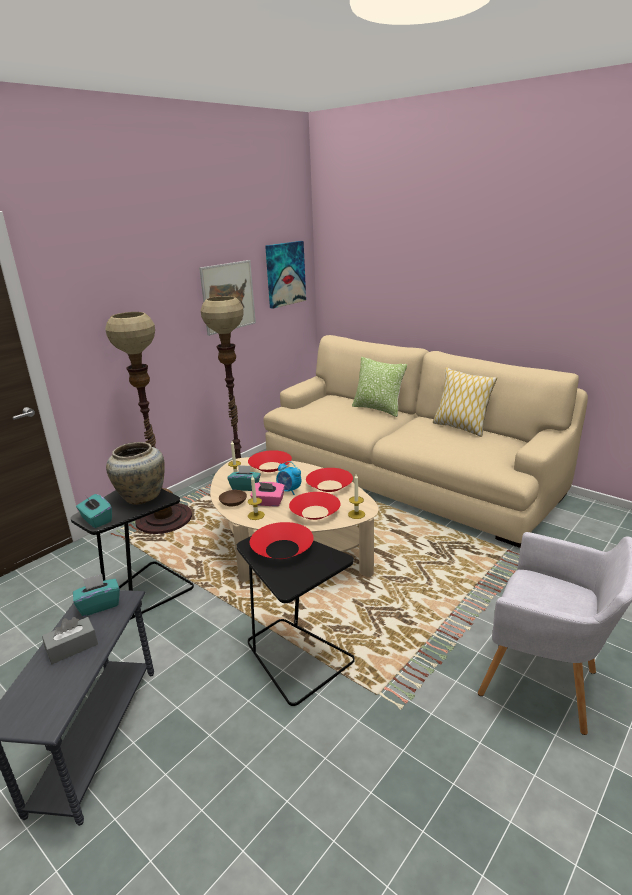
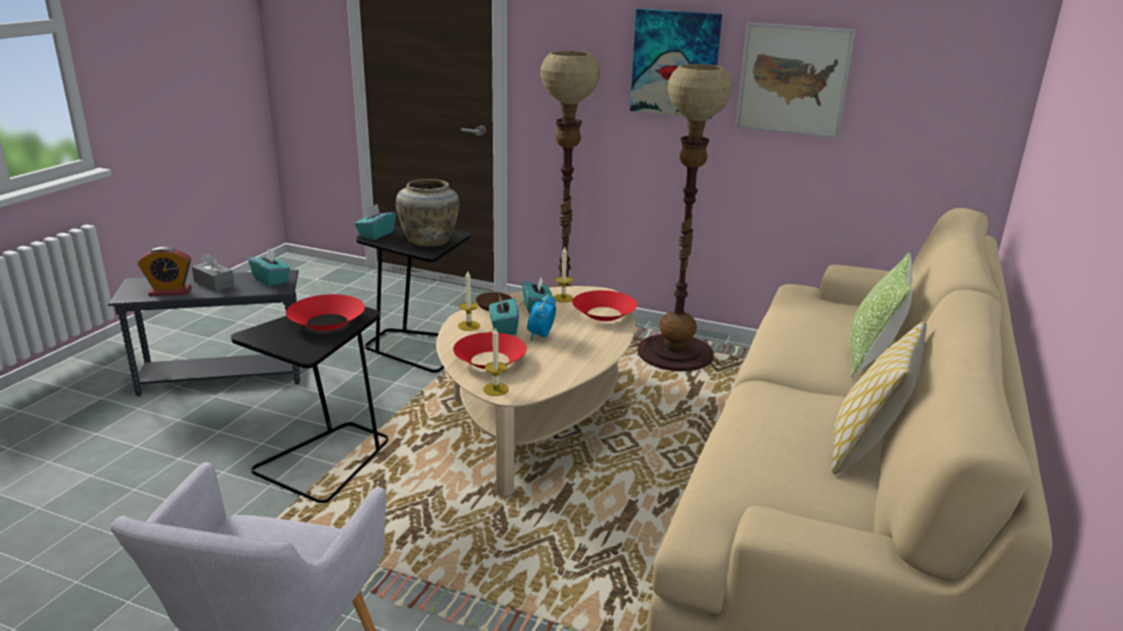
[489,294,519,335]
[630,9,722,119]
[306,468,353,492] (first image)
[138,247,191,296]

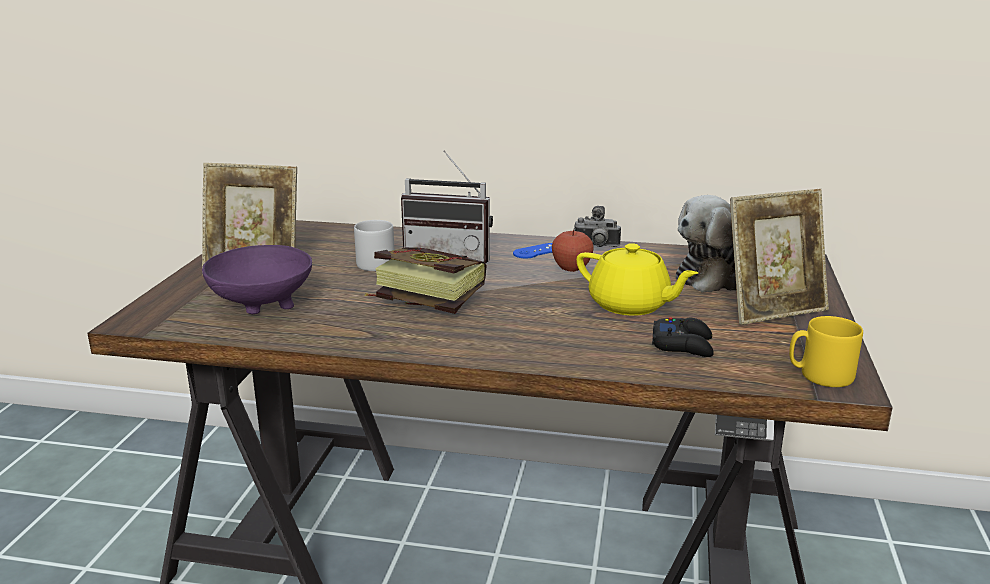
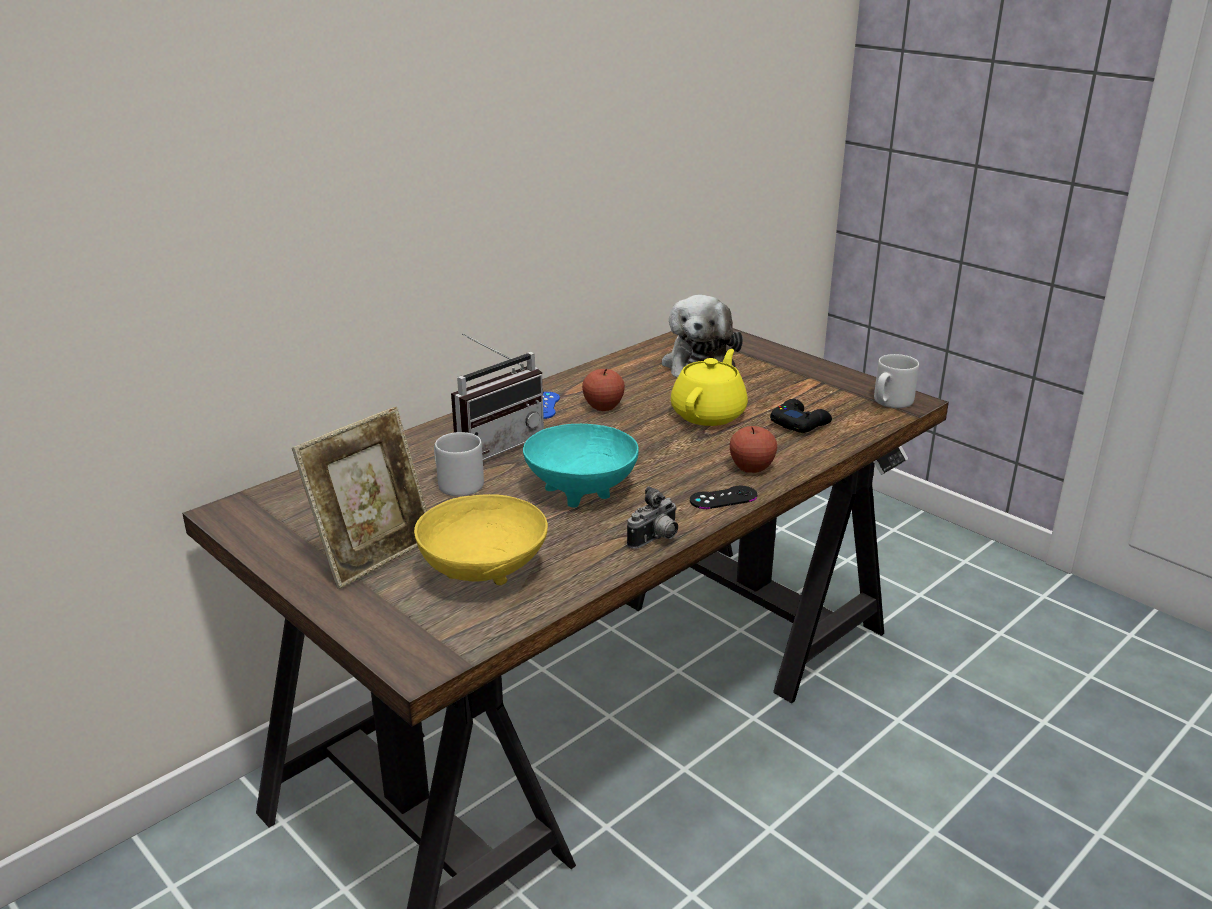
[414,494,548,585]
[523,424,639,508]
[627,486,678,549]
[671,349,748,426]
[730,189,829,325] (first image)
[874,354,919,408]
[690,486,757,509]
[730,426,777,473]

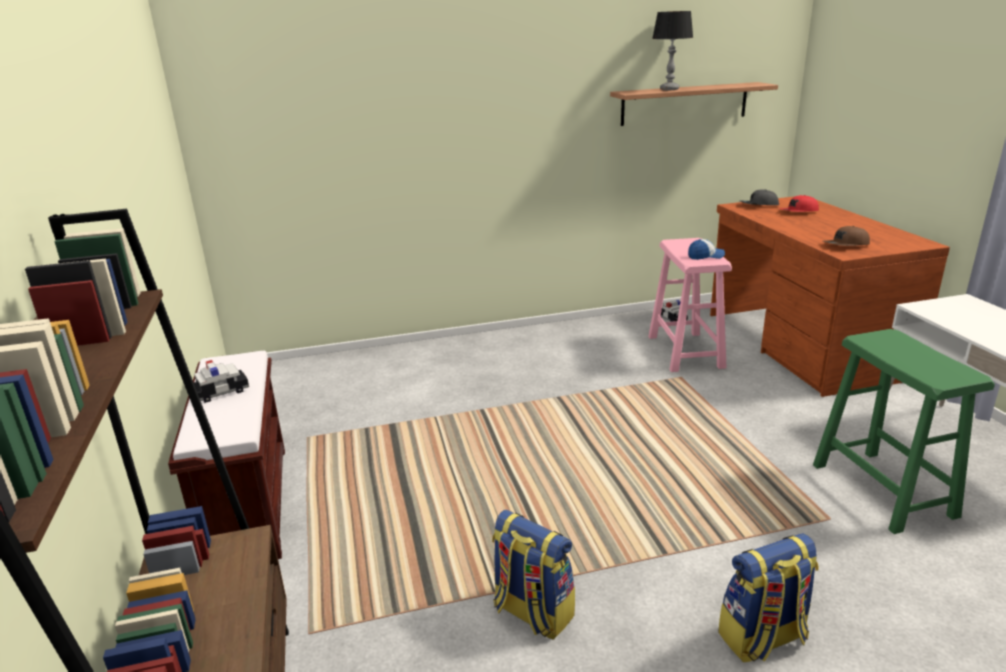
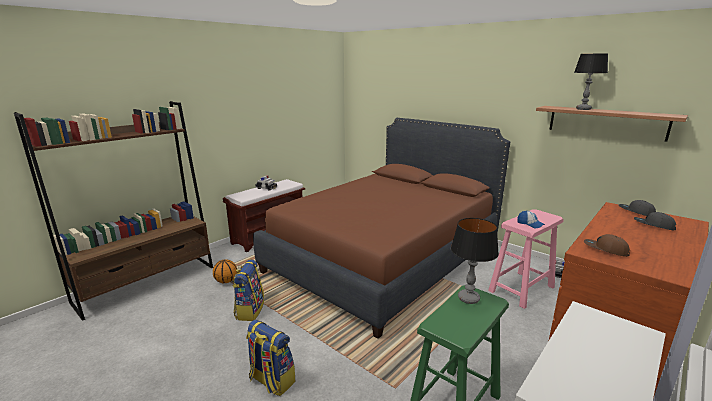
[634,212,676,230]
[213,259,237,283]
[253,118,510,339]
[451,218,499,304]

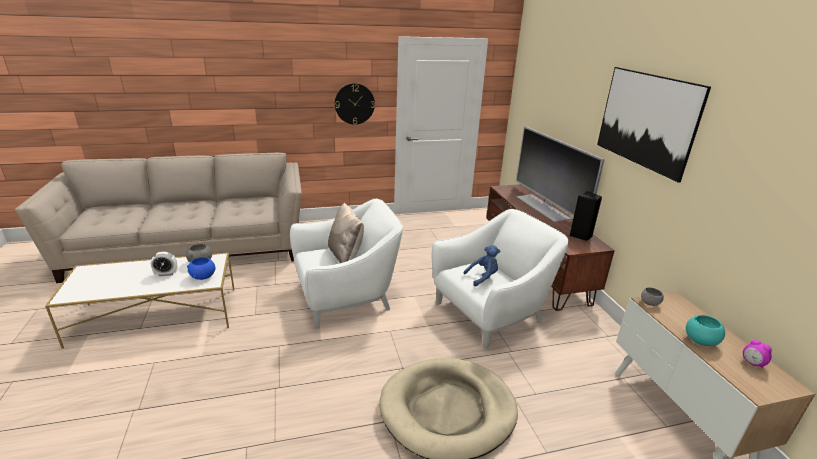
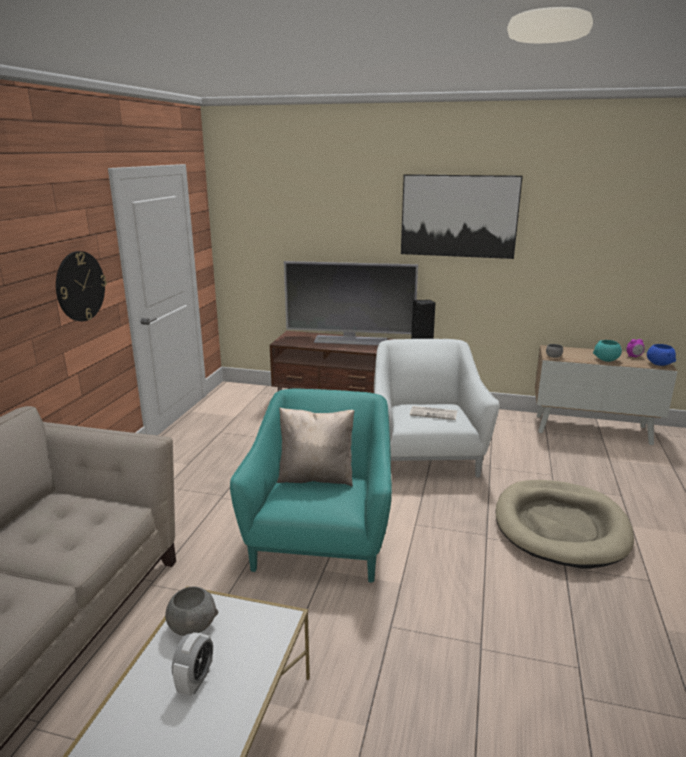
[647,344,676,366]
[230,389,392,582]
[410,406,457,420]

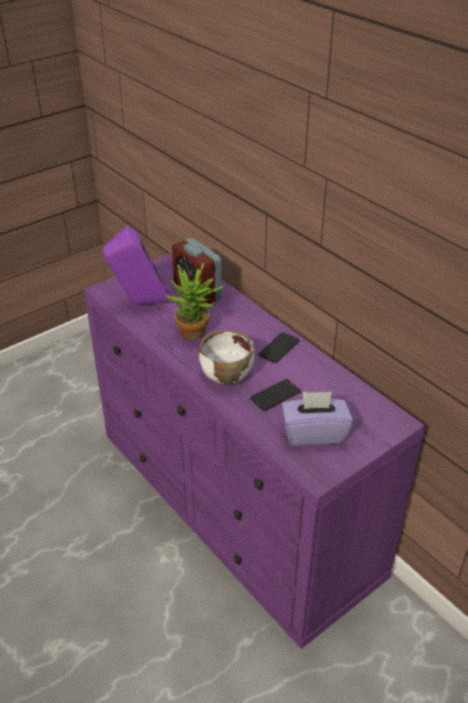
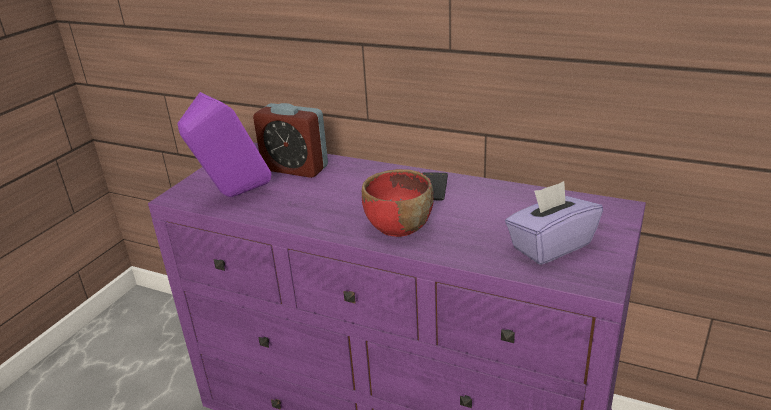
[165,263,225,340] (first image)
[362,169,434,237]
[250,379,301,411] (first image)

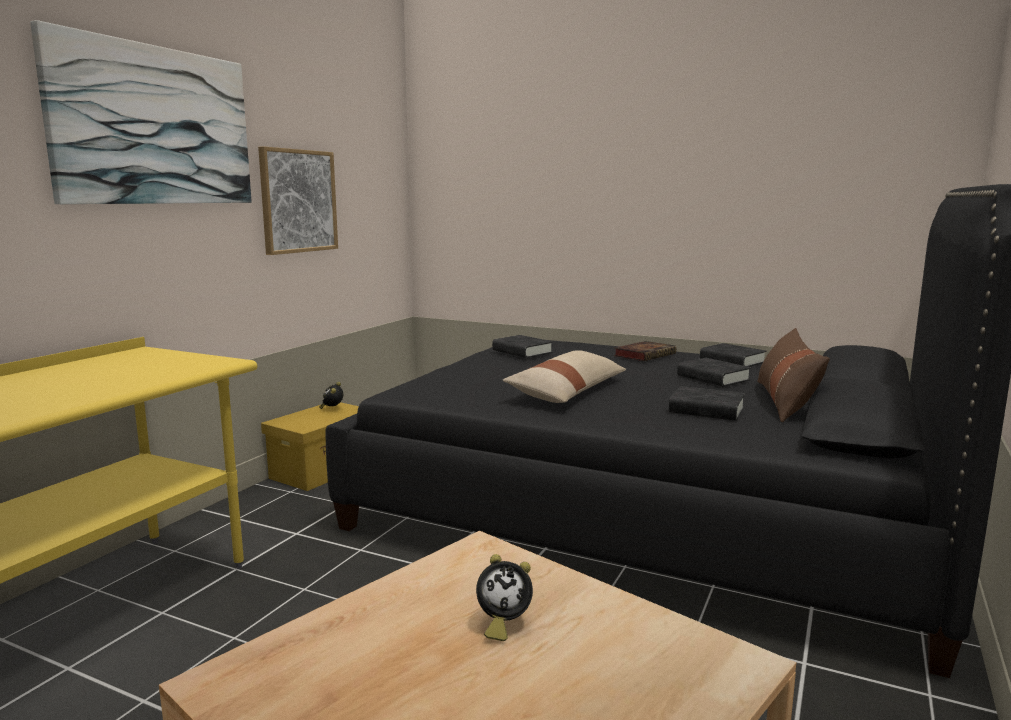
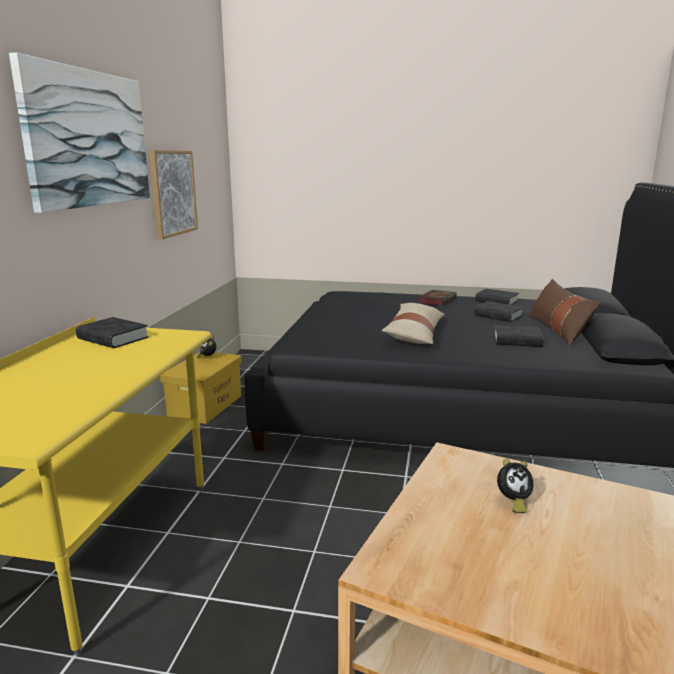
[76,317,149,348]

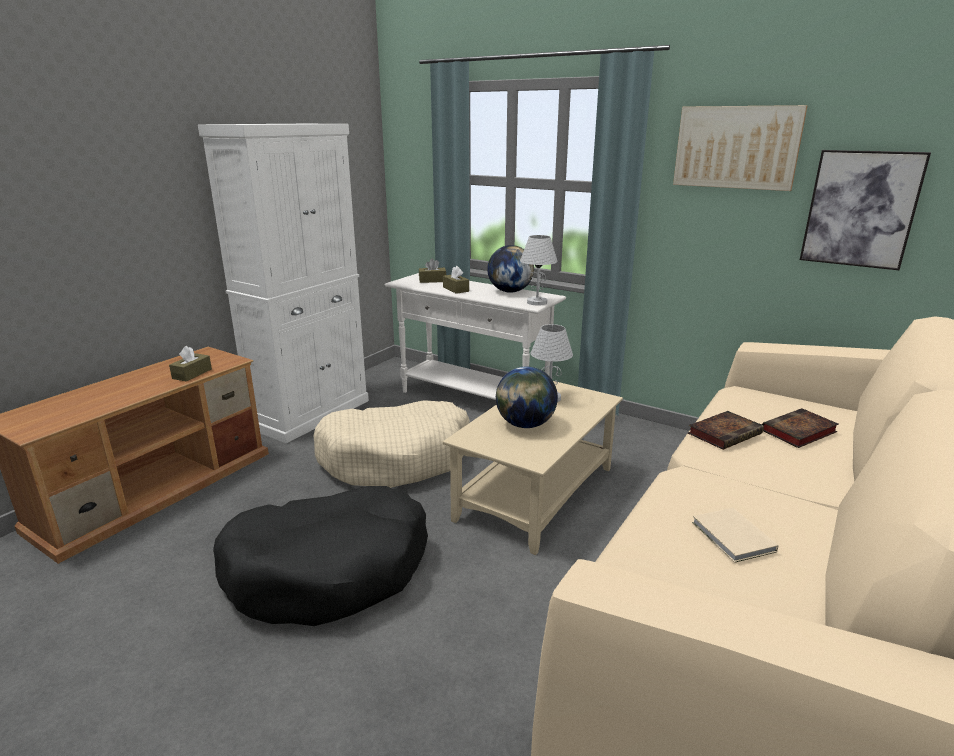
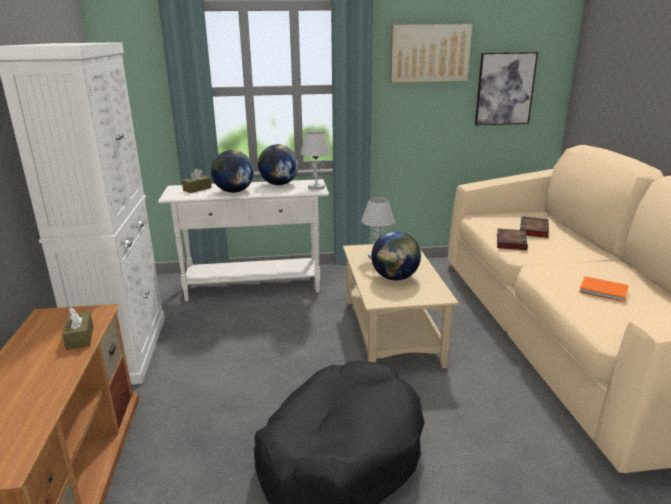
[313,400,470,488] (first image)
[211,150,254,193]
[579,276,629,302]

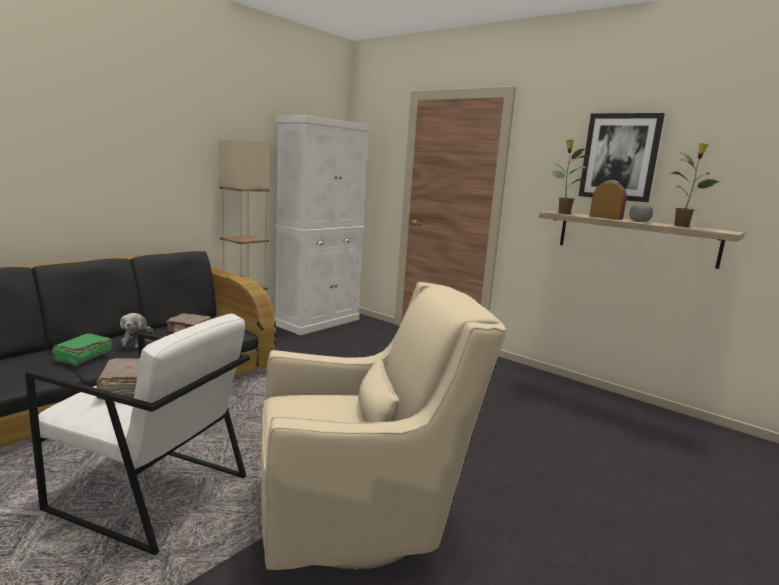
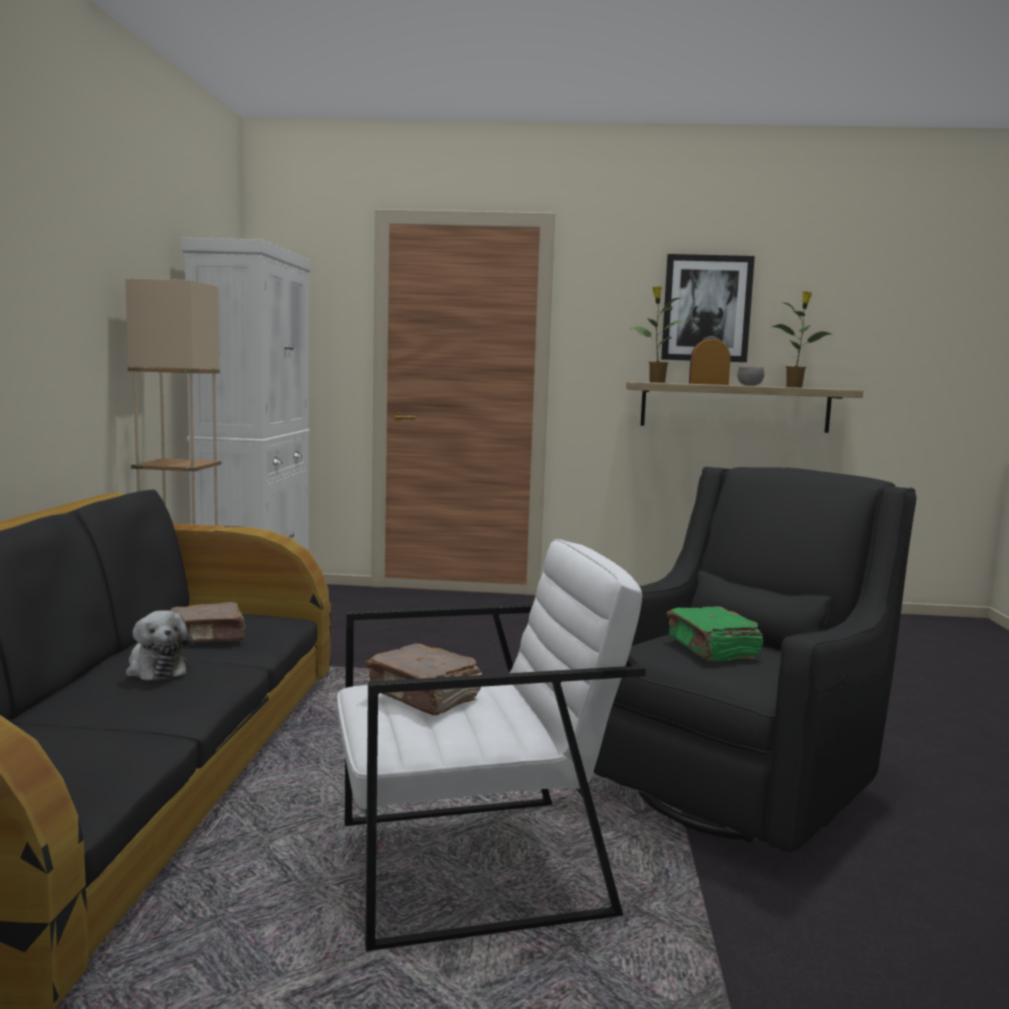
[666,606,763,663]
[594,467,916,853]

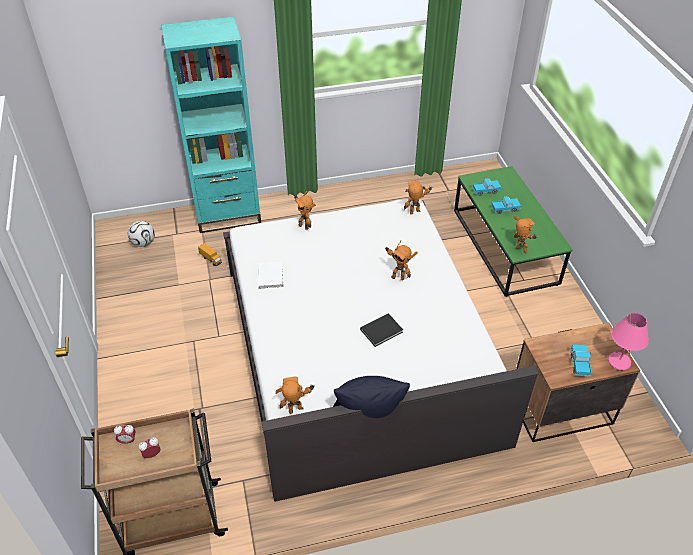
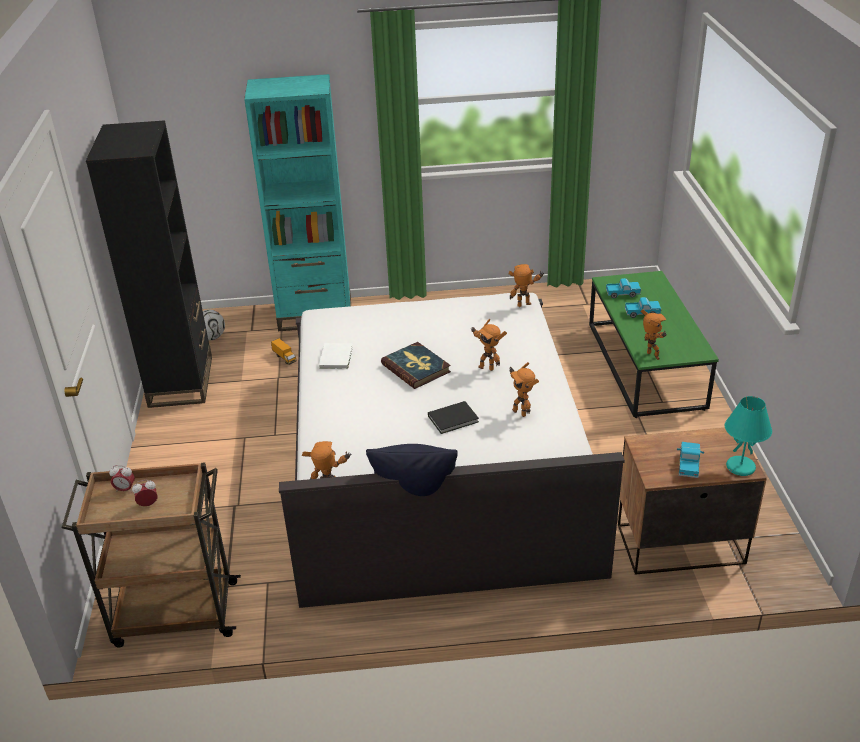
[509,362,539,417]
[725,396,772,476]
[86,120,212,408]
[381,342,451,389]

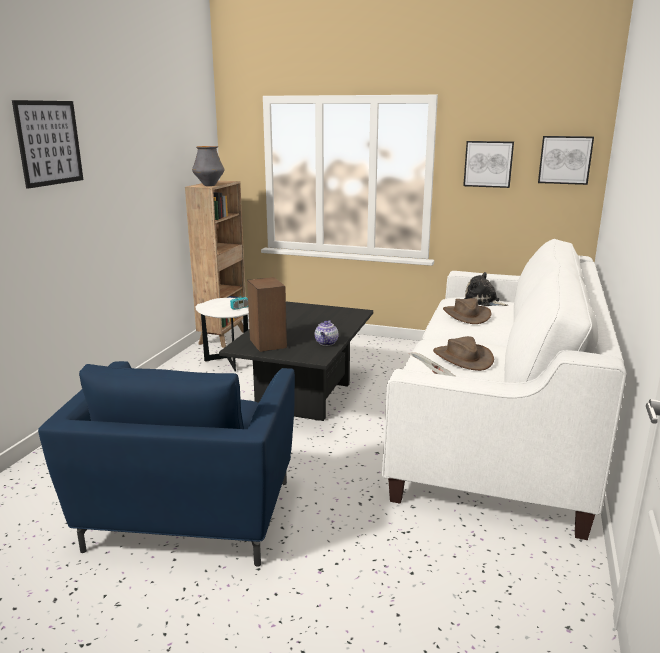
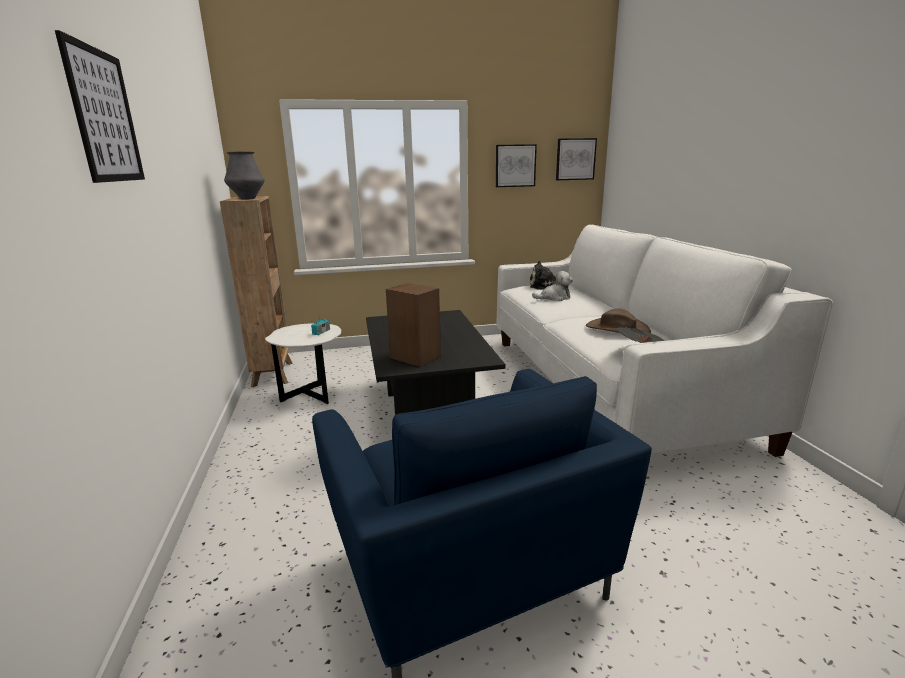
[315,320,339,346] (first image)
[532,271,573,301]

